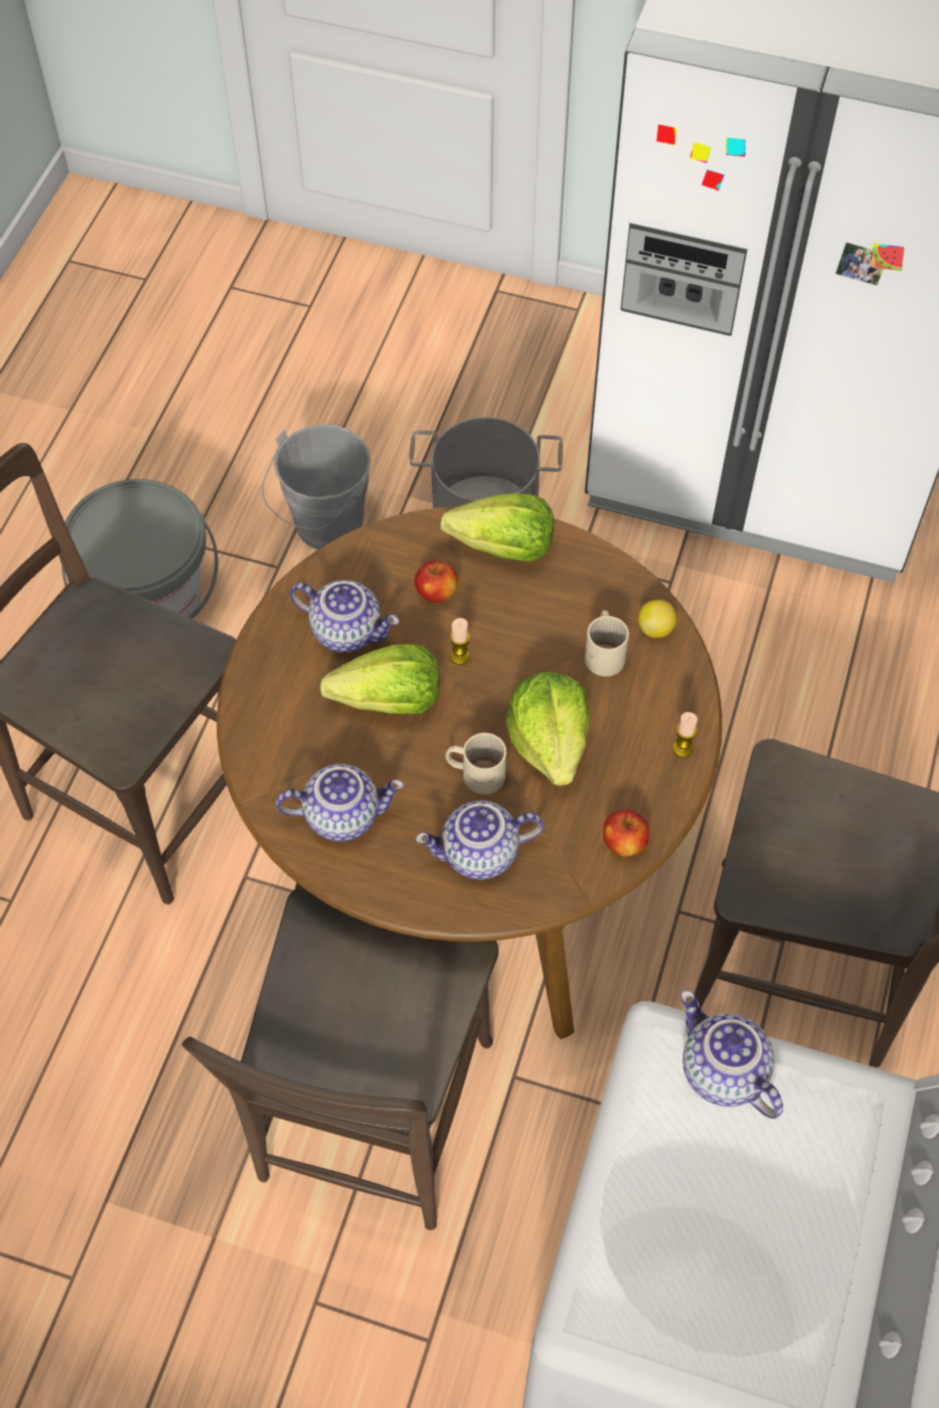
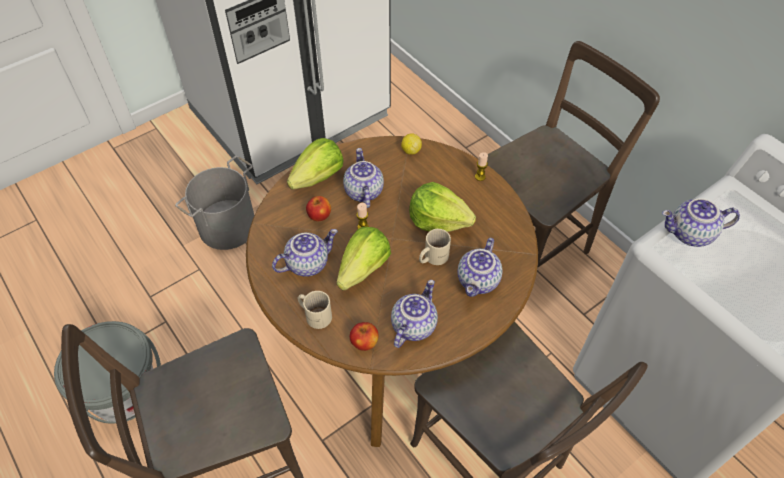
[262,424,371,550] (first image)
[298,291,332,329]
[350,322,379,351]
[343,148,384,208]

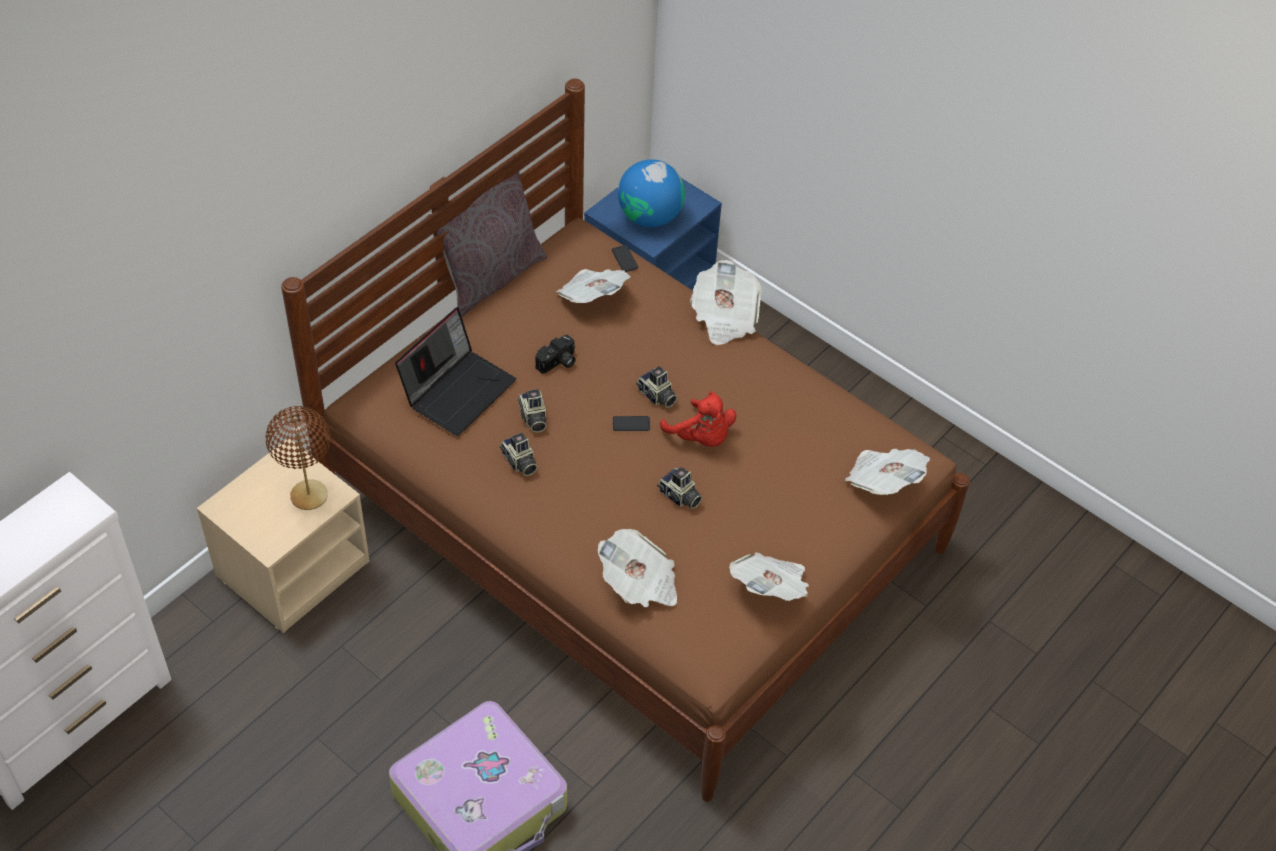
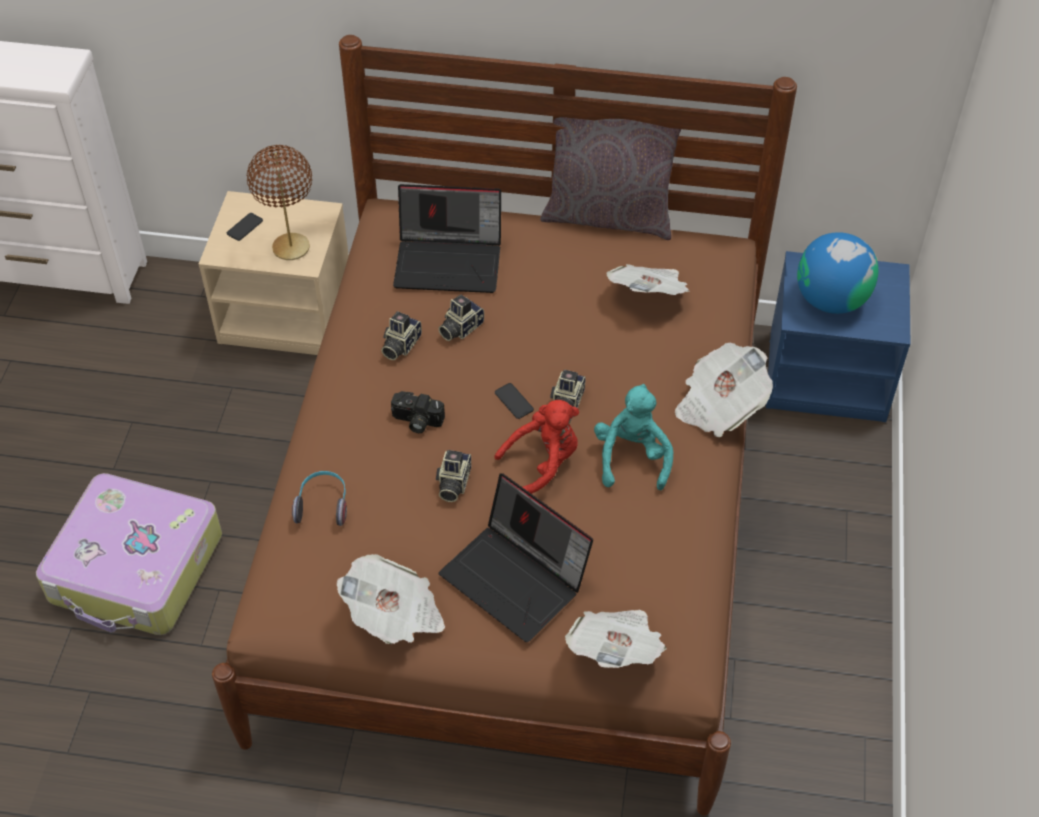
[391,391,445,433]
[292,471,347,526]
[227,213,263,241]
[495,400,579,494]
[439,473,593,642]
[594,384,673,490]

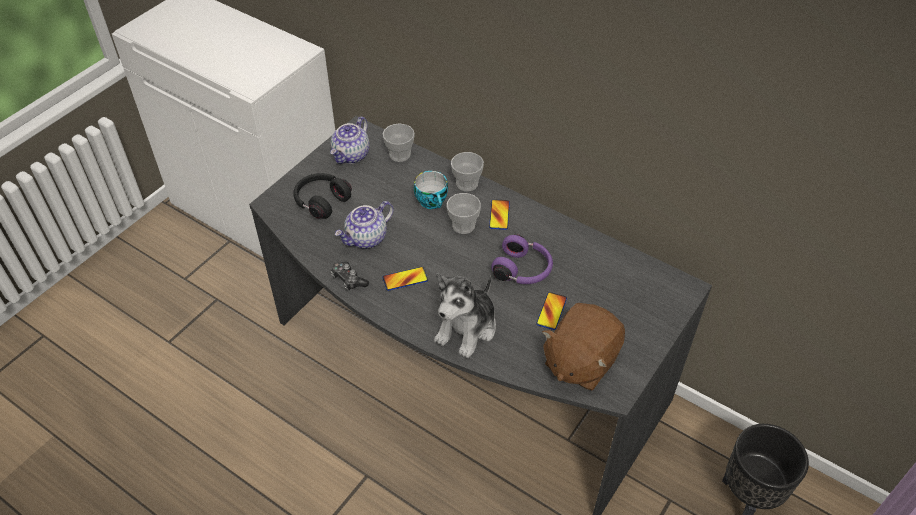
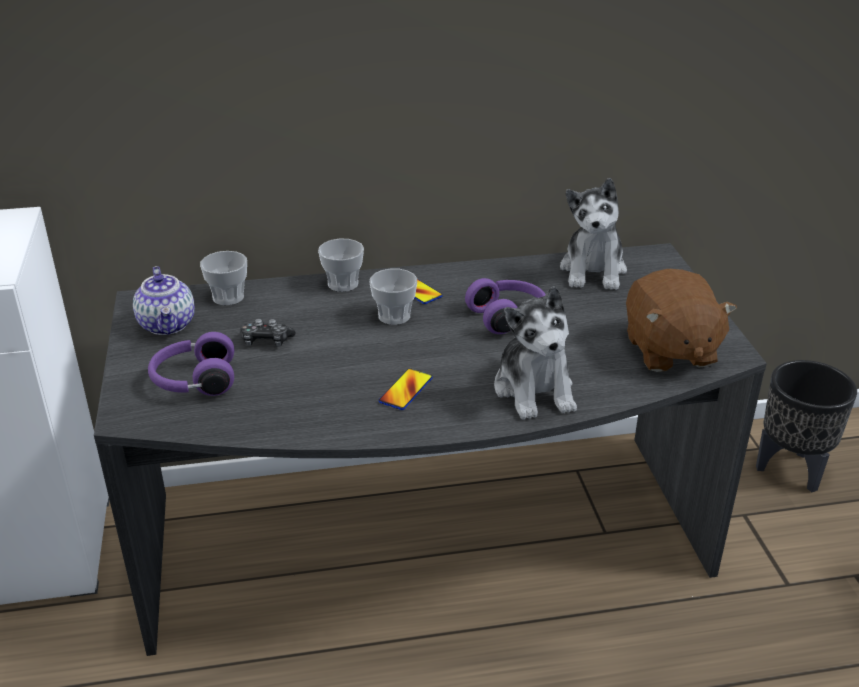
[148,332,234,396]
[240,318,296,347]
[335,201,394,249] (first image)
[414,171,448,209] (first image)
[536,292,567,330] (first image)
[560,178,627,290]

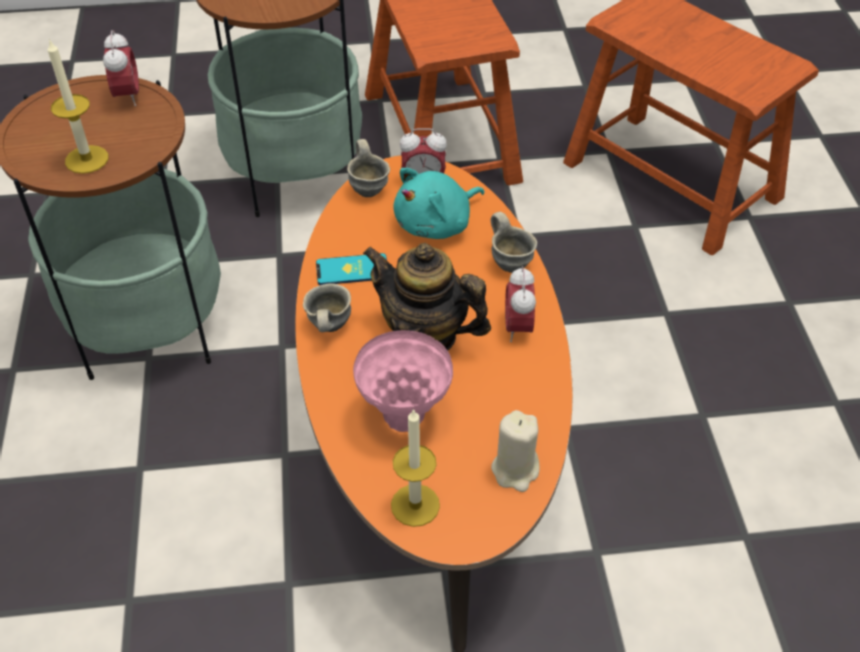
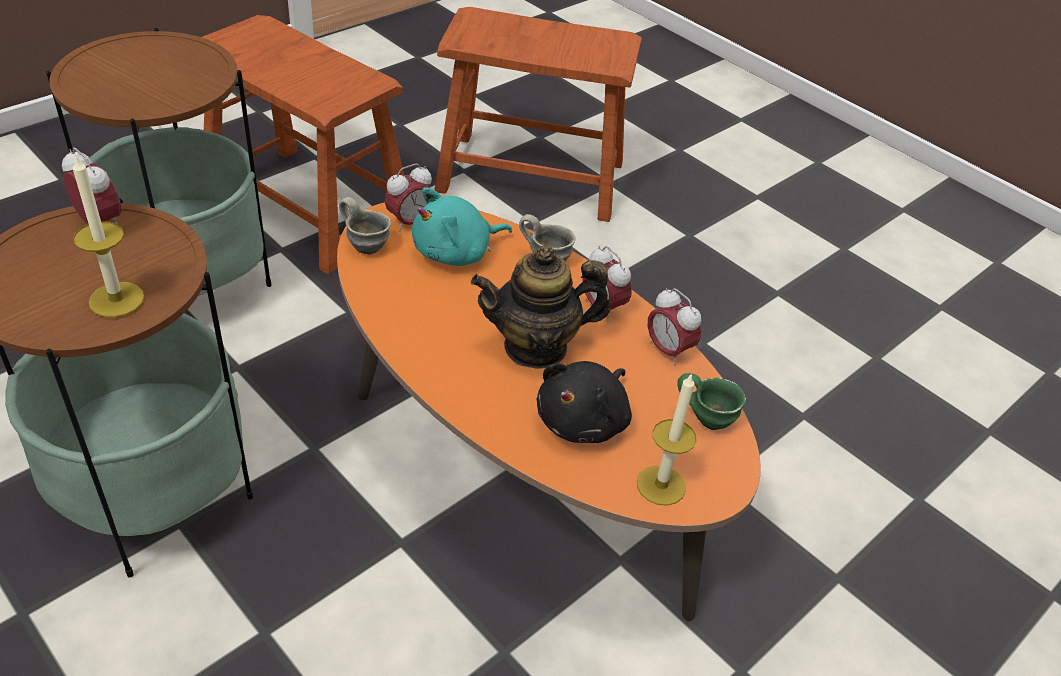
[303,283,351,332] (first image)
[316,253,387,285] (first image)
[536,361,632,443]
[412,187,512,266]
[678,373,746,430]
[648,288,702,366]

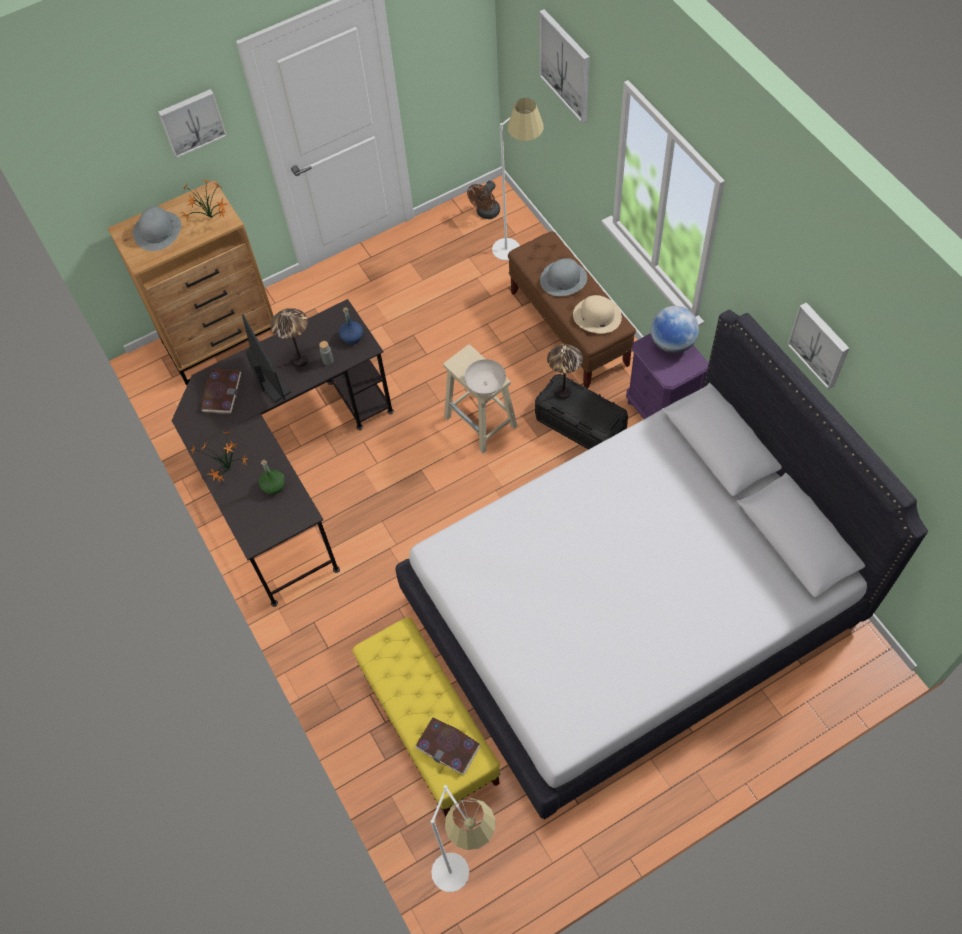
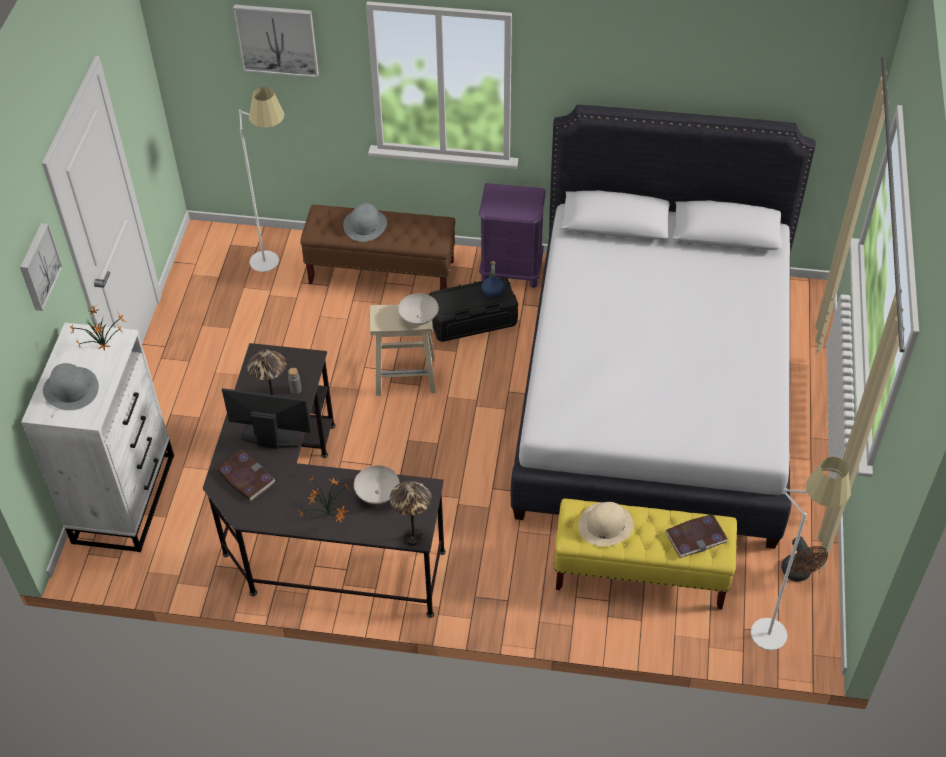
[21,323,174,552]
[354,465,400,504]
[482,261,504,298]
[781,536,828,582]
[390,481,432,545]
[578,502,634,546]
[651,306,699,354] (first image)
[787,302,849,389] (first image)

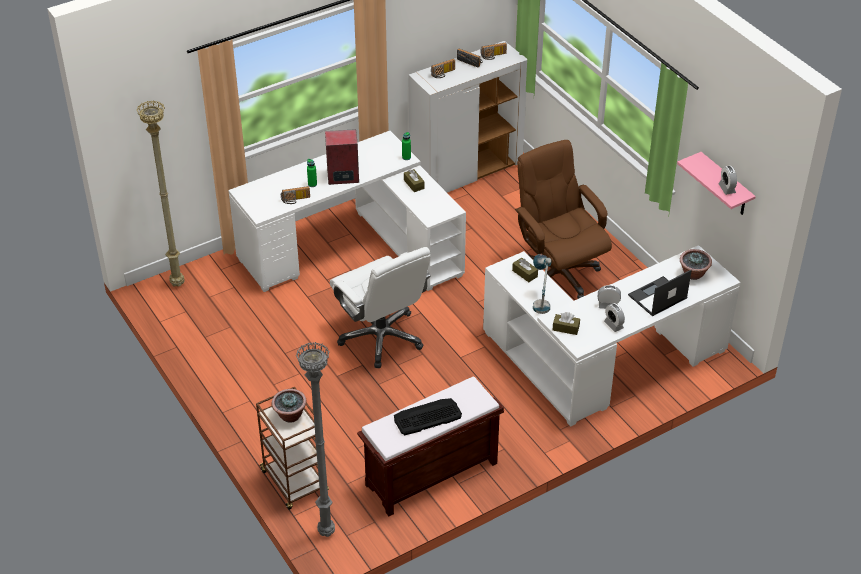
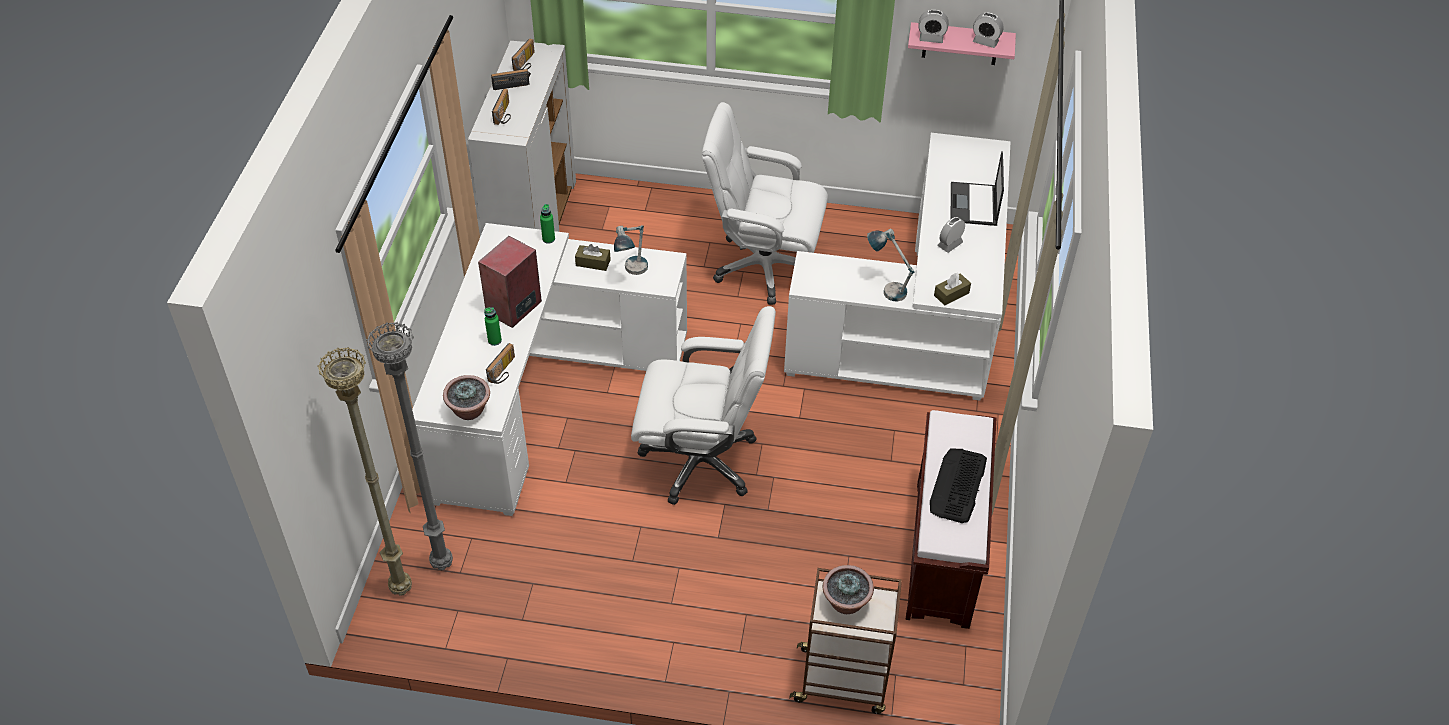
[366,322,453,570]
[512,258,538,282] (first image)
[702,102,828,305]
[919,10,948,43]
[443,375,490,420]
[614,225,648,275]

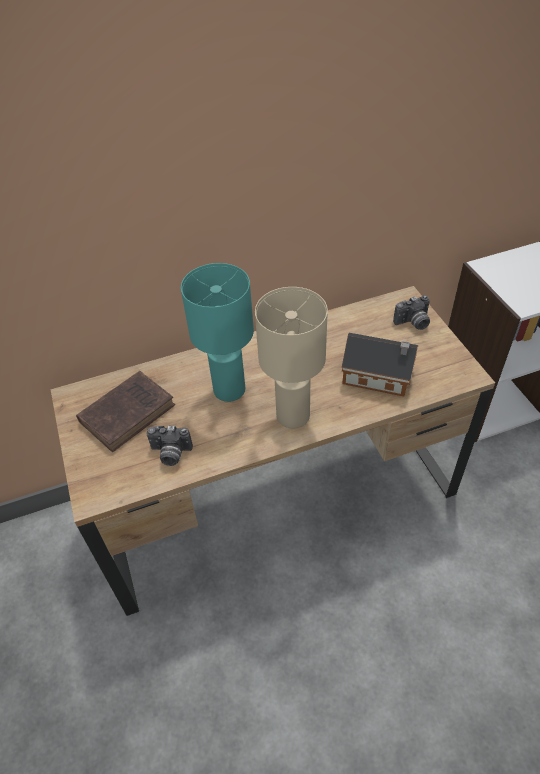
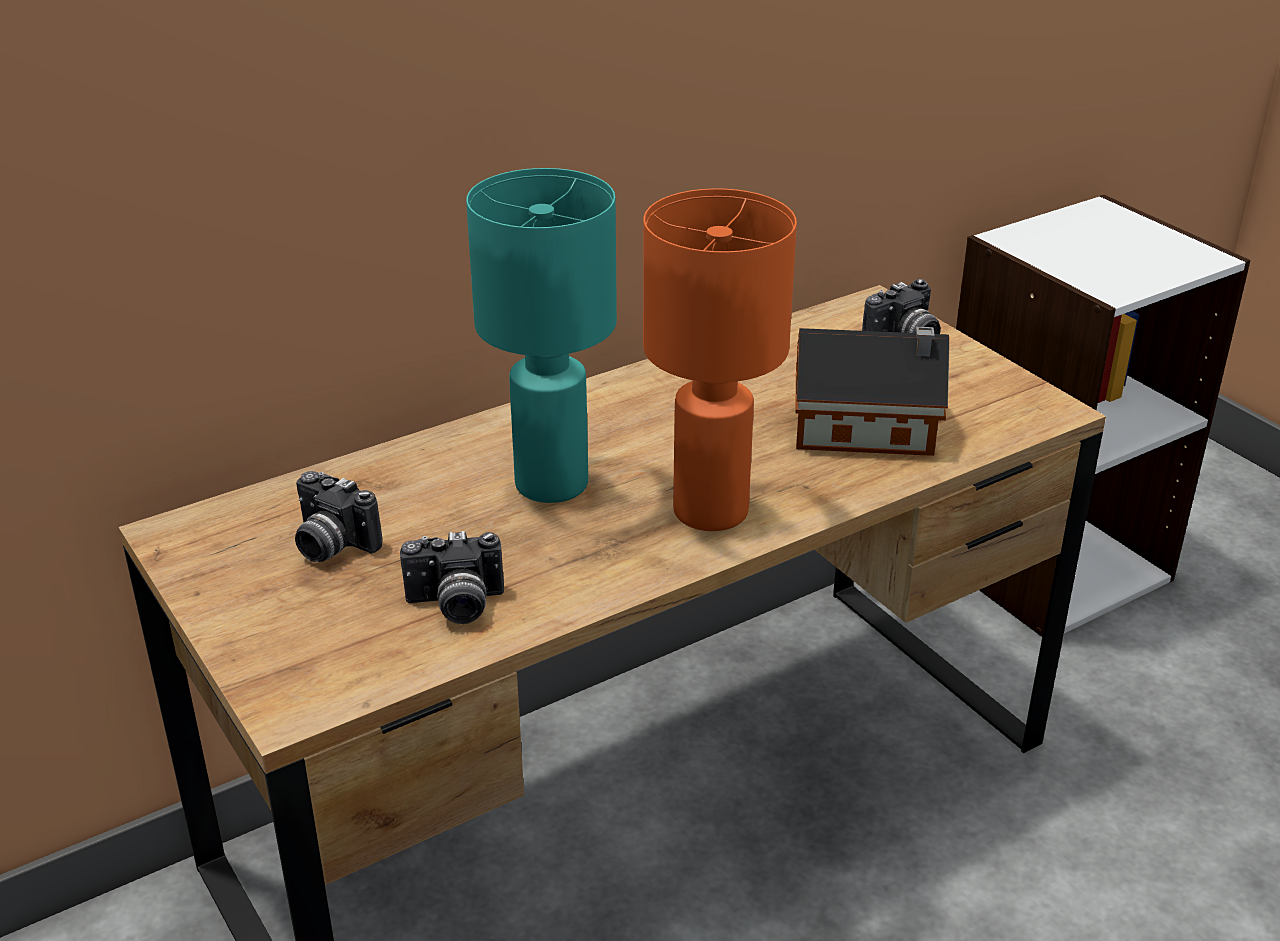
[295,471,383,562]
[643,188,797,531]

